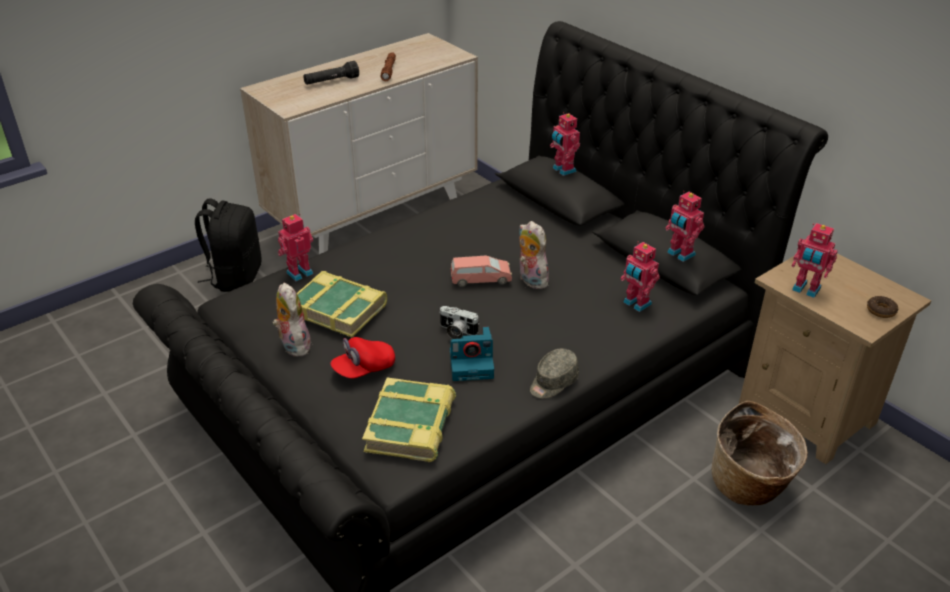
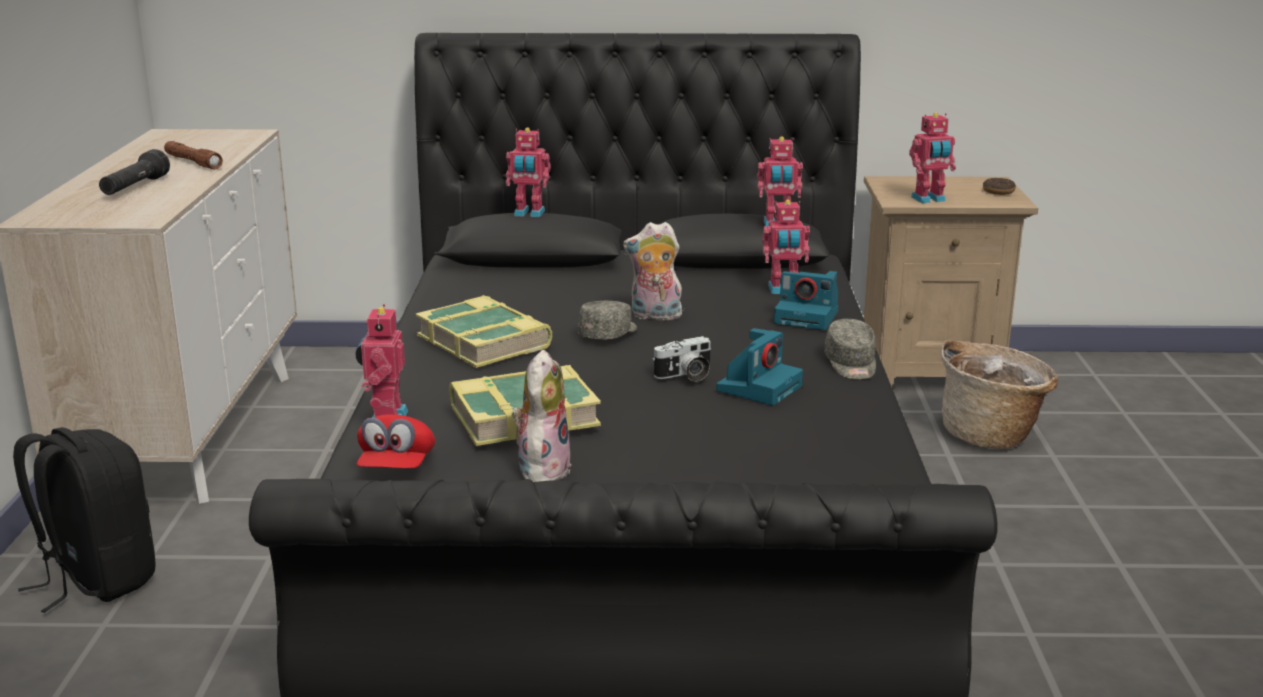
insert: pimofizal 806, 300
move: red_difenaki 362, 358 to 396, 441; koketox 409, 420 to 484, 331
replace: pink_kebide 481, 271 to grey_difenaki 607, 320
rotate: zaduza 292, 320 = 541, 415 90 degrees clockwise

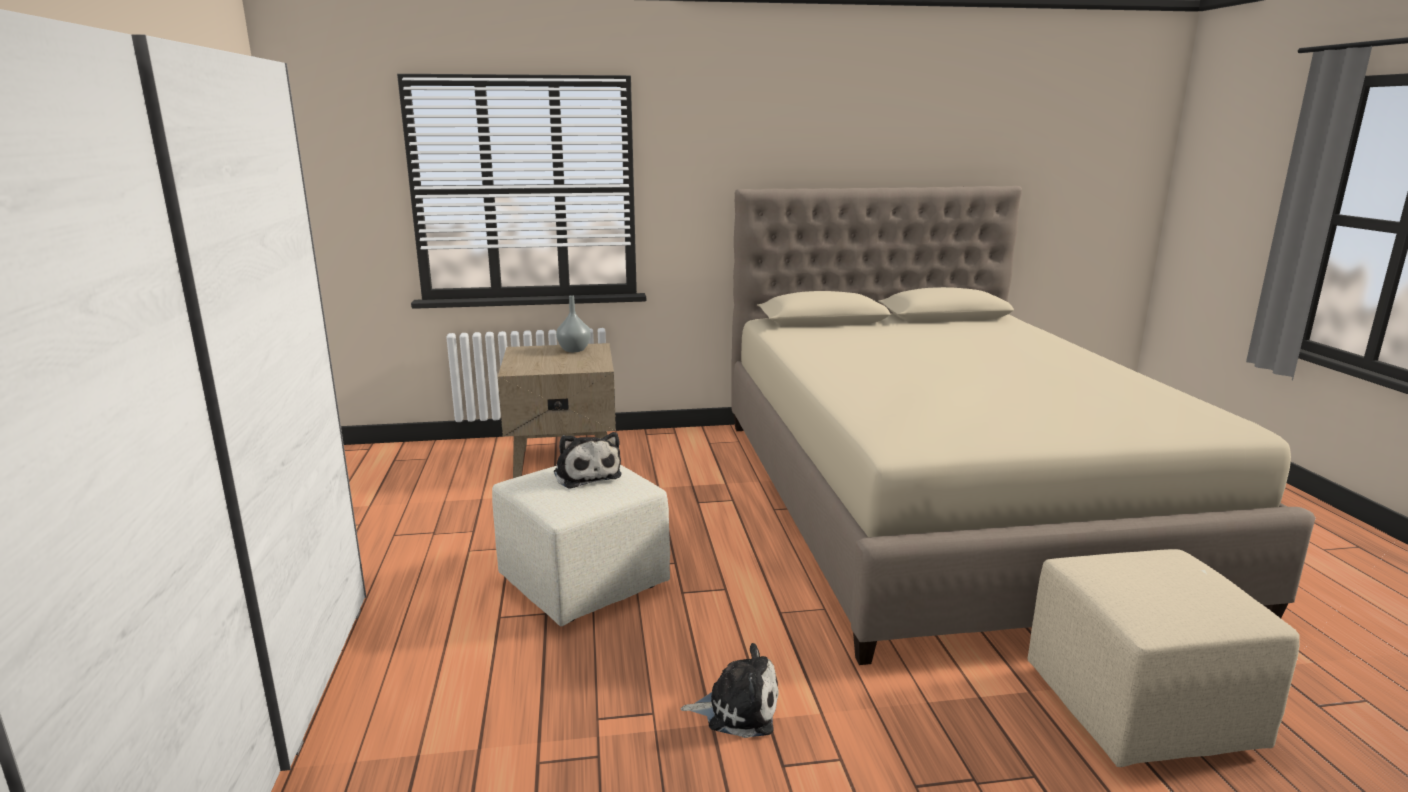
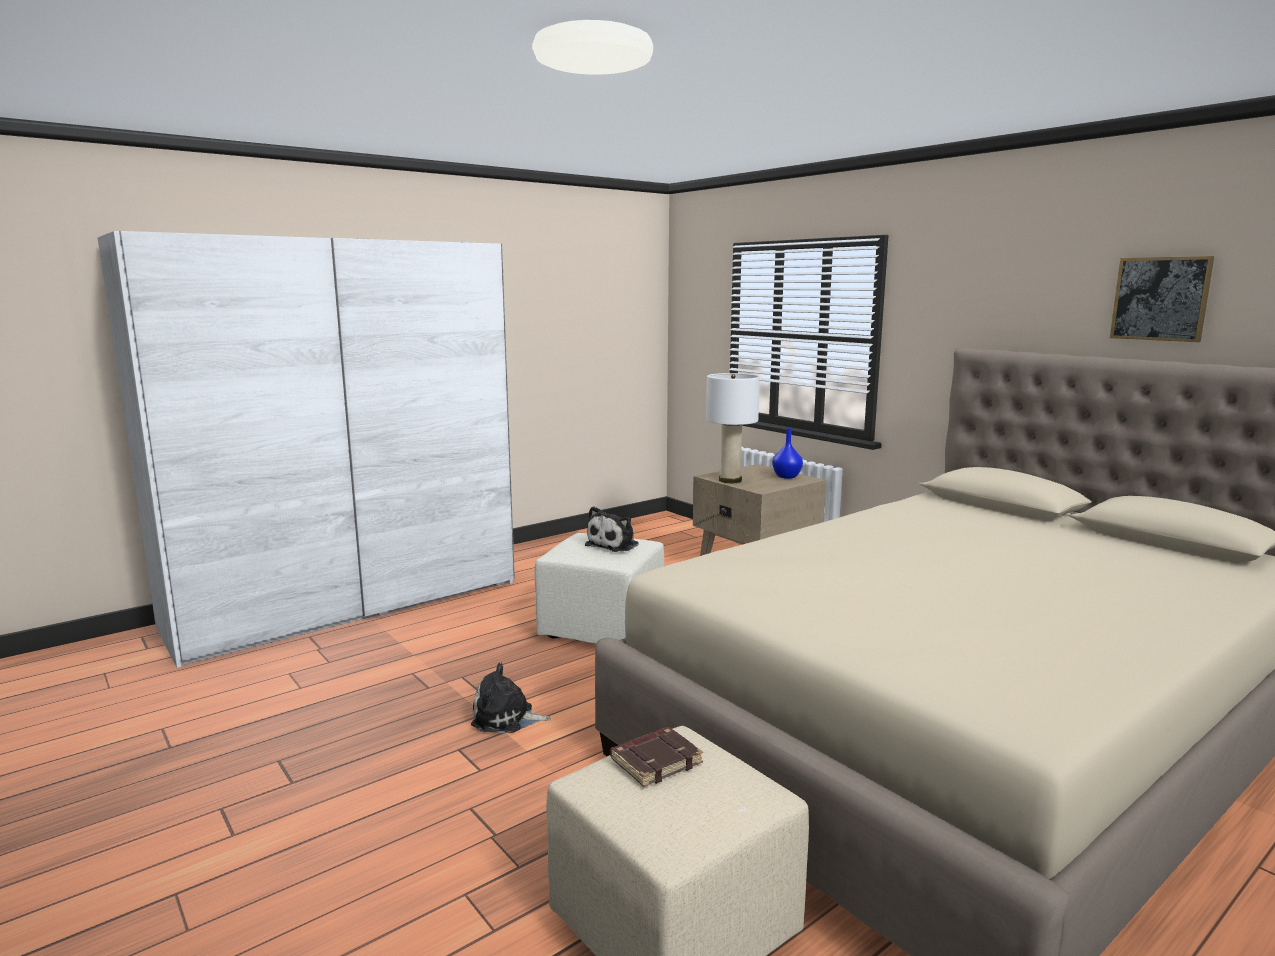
insert: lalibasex 1162, 299; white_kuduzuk 733, 428; brown_koketox 656, 757
recolor: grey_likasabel 573, 323 to blue_likasabel 787, 453
rotate: zaduza 729, 690 = 511, 698 120 degrees clockwise

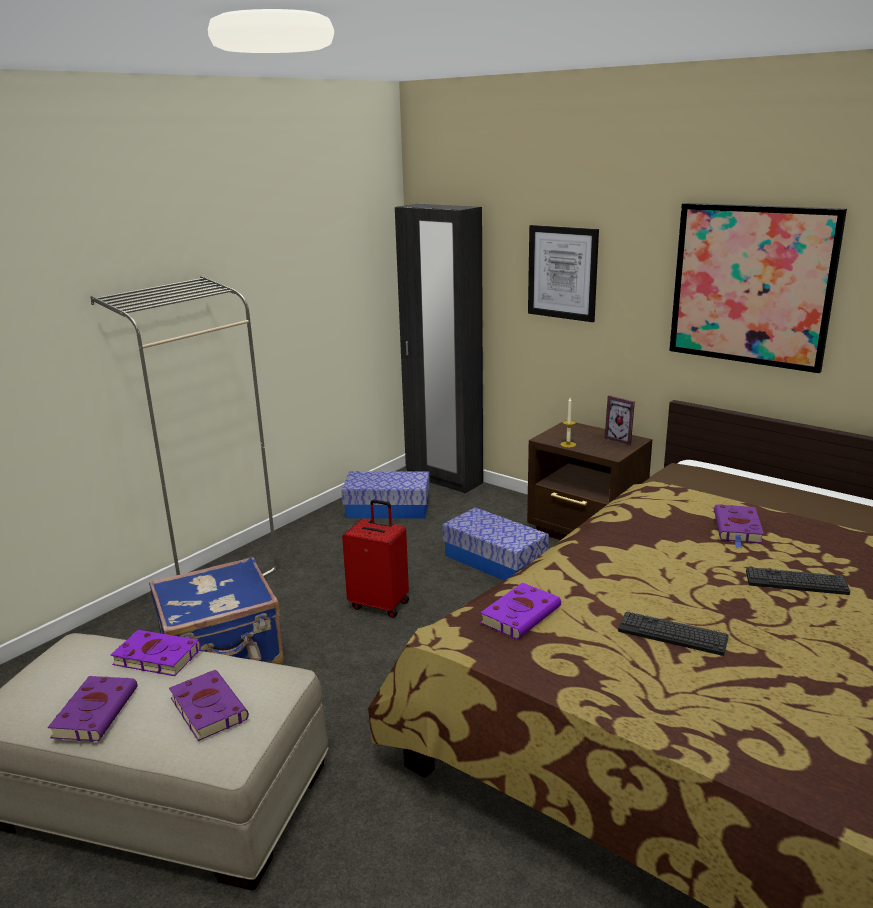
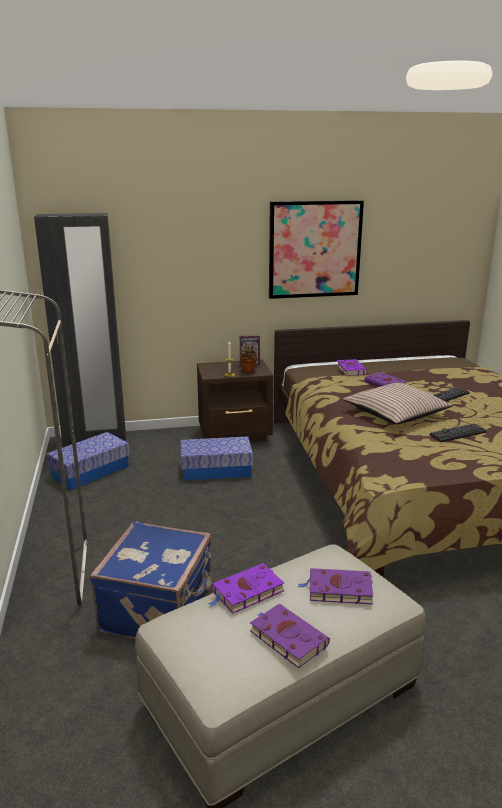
delete: lalibasex 563, 273; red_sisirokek 375, 559
insert: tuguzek 248, 356; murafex 398, 403
move: purple_koketox 520, 611 to 352, 367

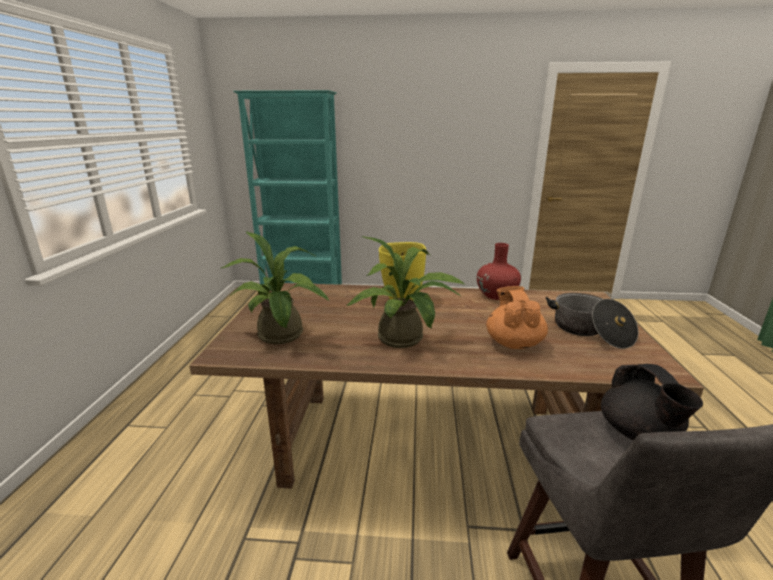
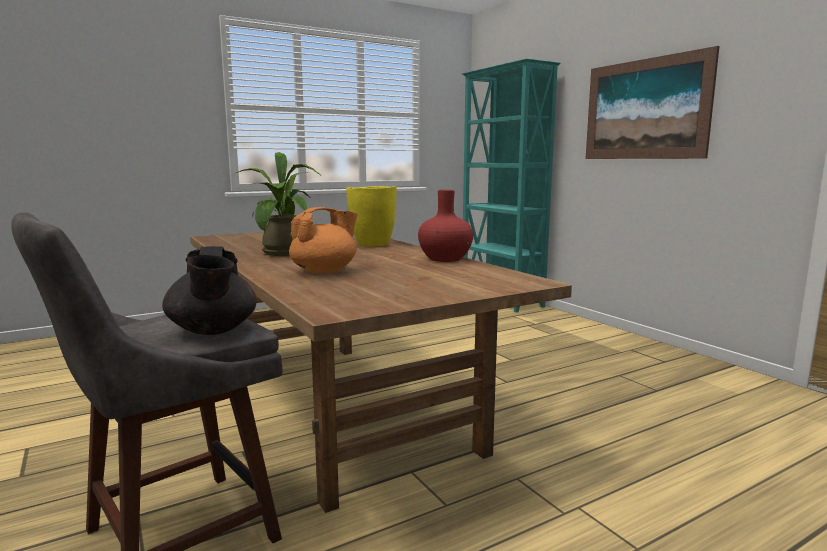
delete: tuguzek 275, 287; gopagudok 592, 321
insert: lalibasex 653, 102
rotate: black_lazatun 652, 402 = 209, 290 60 degrees counterclockwise

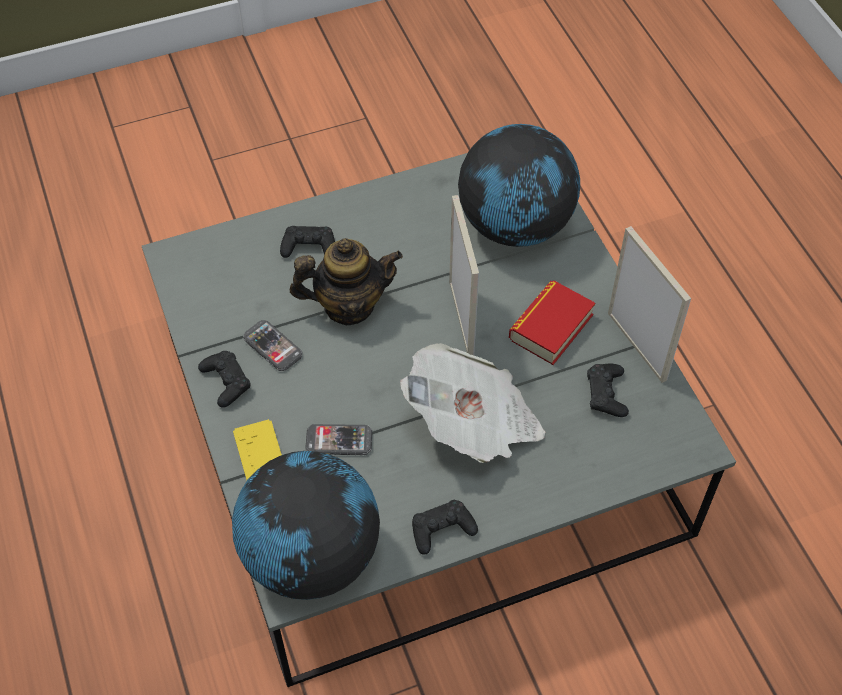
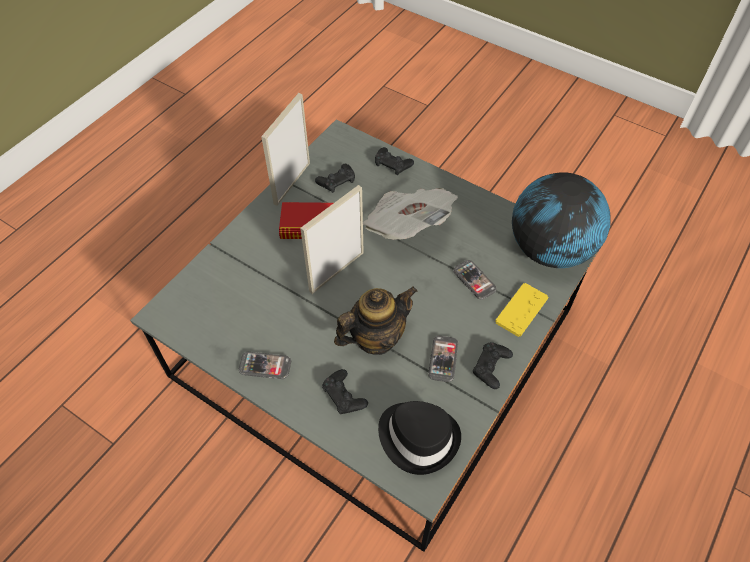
delete: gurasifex 519, 185
insert: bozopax 265, 365; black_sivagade 419, 438
move: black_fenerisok 445, 527 to 394, 161
rotate: lazatun 346, 281 = 375, 320 105 degrees clockwise

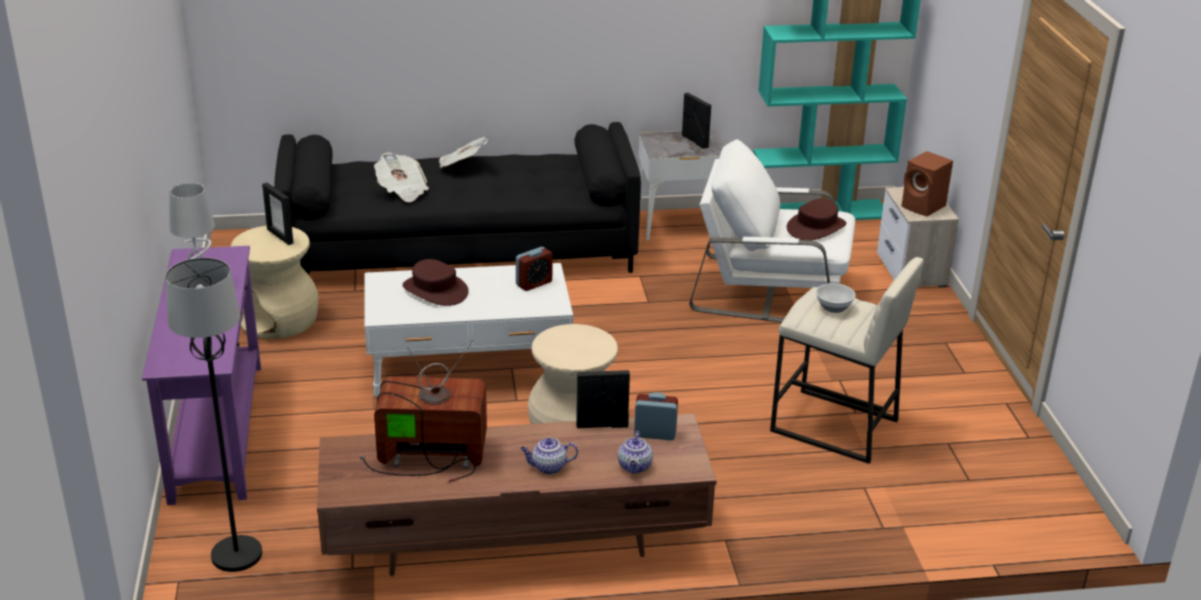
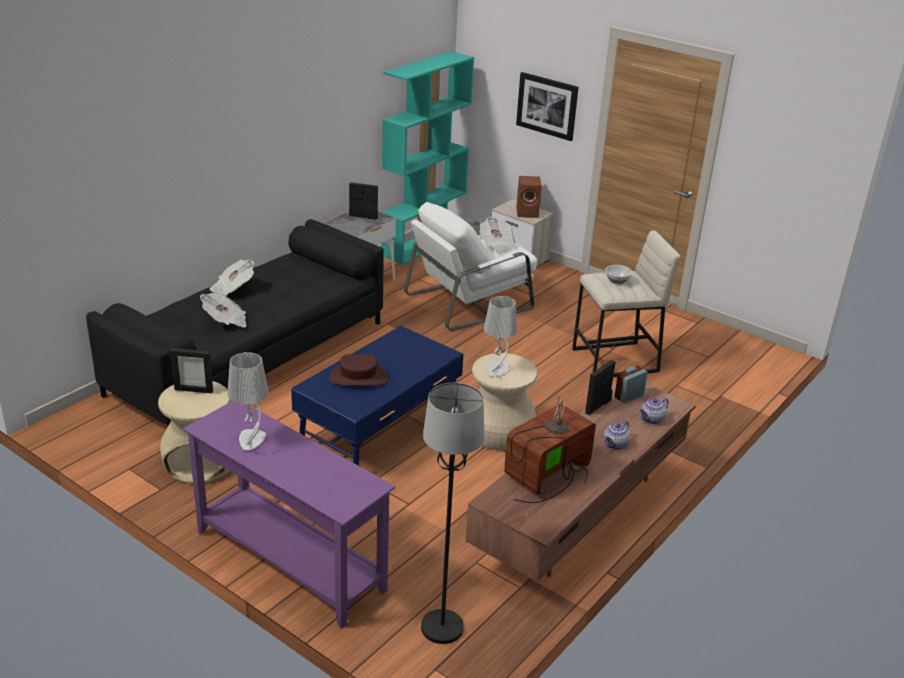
delete: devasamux 534, 269
insert: lalibasex 547, 106; grey_kuduzuk 500, 336
replace: brown_sivagade 816, 219 to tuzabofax 498, 235
recolor: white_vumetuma 469, 330 to blue_vumetuma 377, 396
rotate: lazatun 635, 452 = 654, 411 90 degrees clockwise

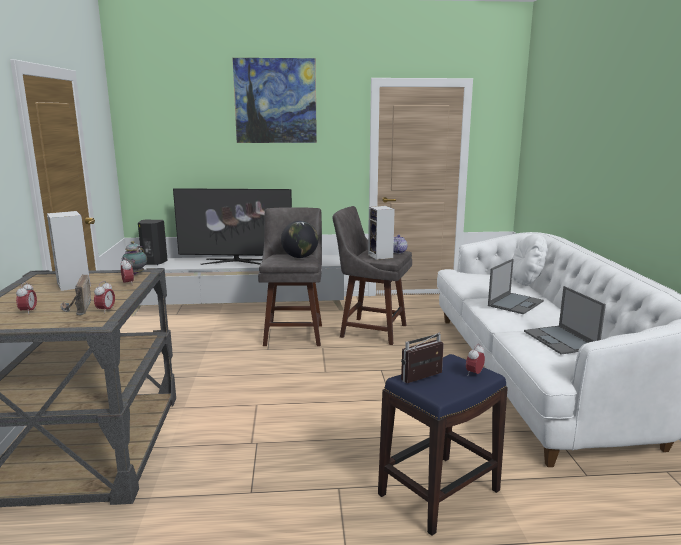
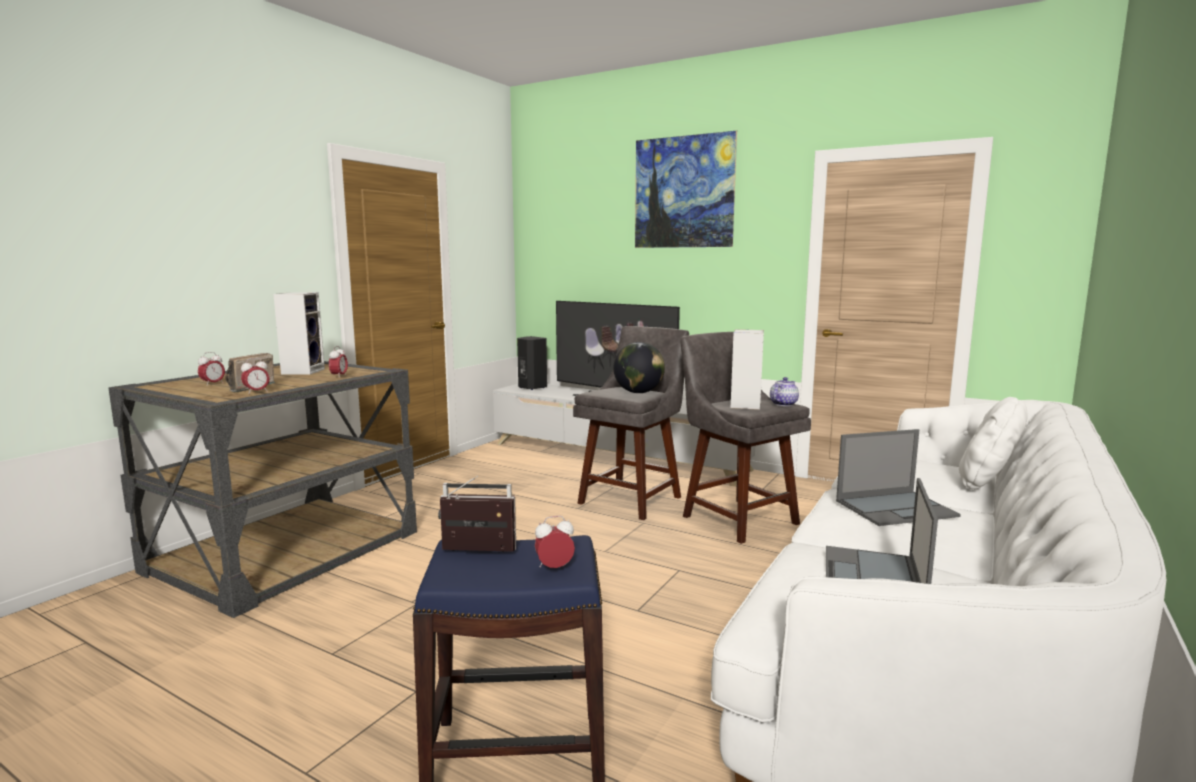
delete: lazatun 134, 258

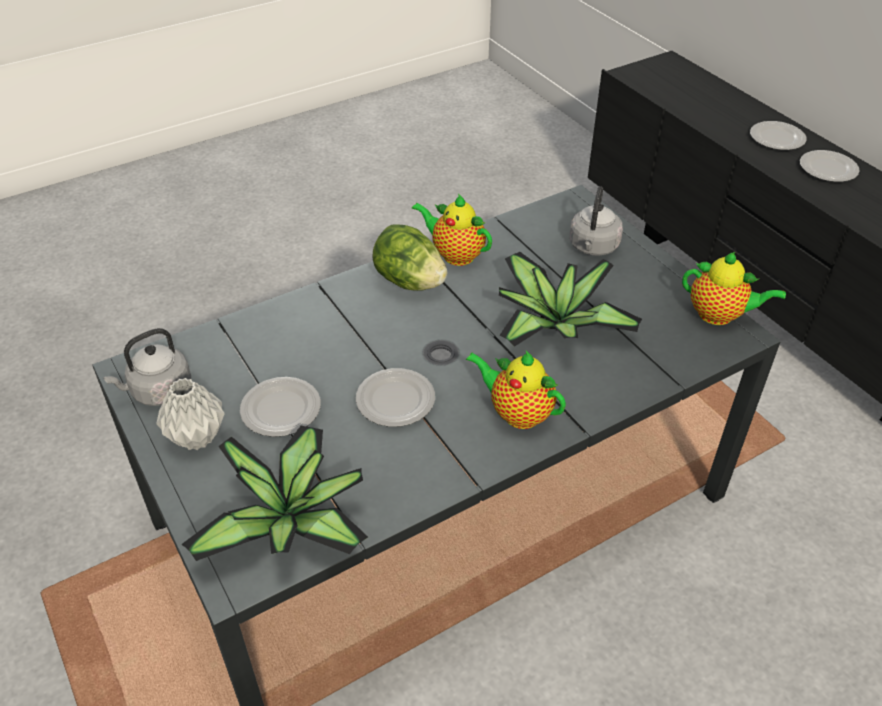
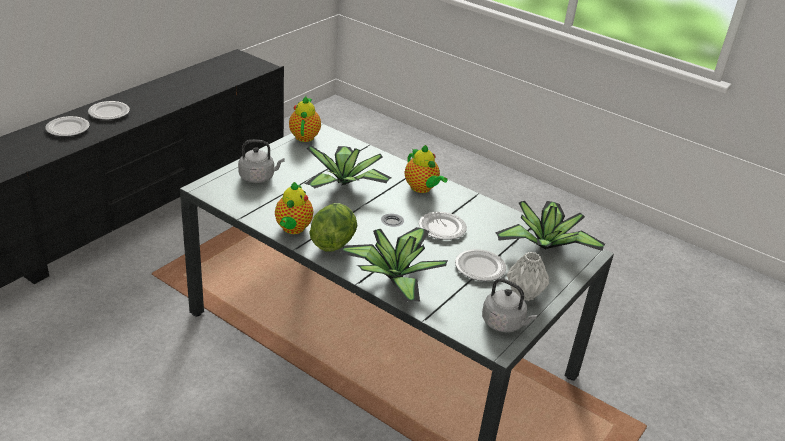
insert: tuguzek 394, 264
rotate: lazatun 516, 390 = 426, 169 45 degrees counterclockwise

